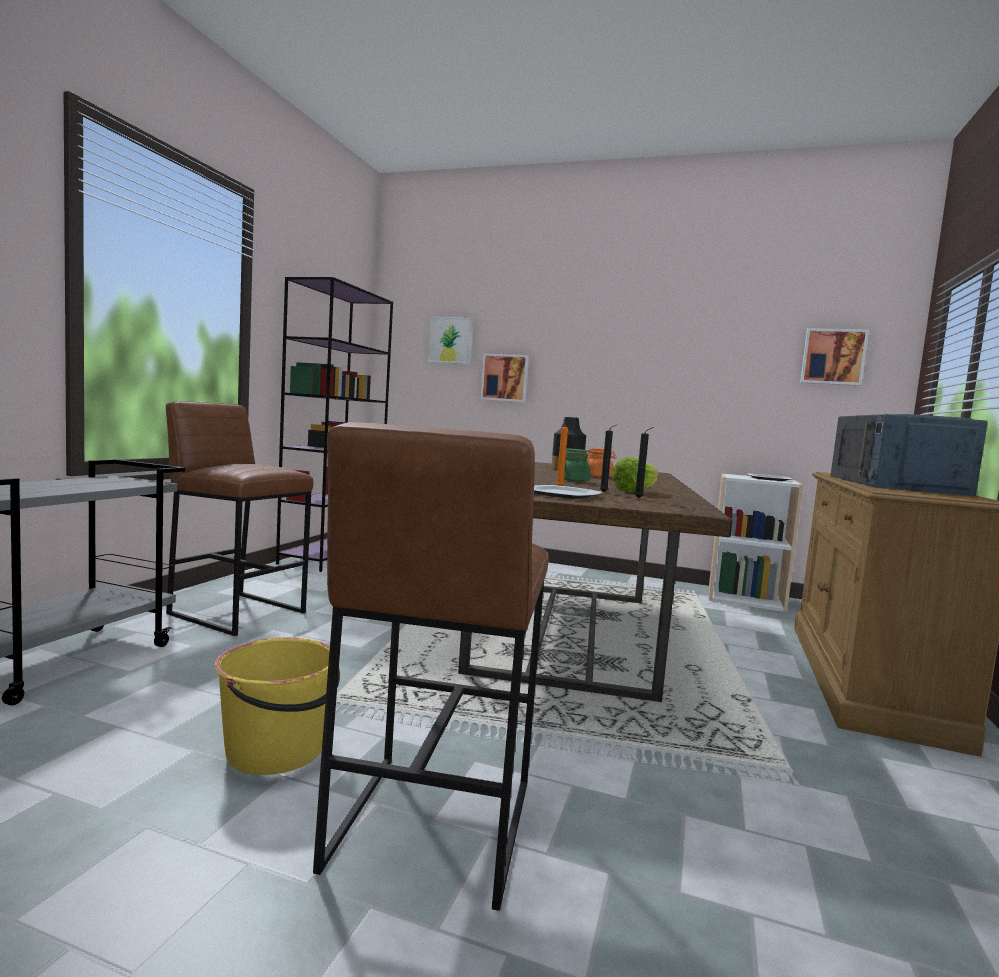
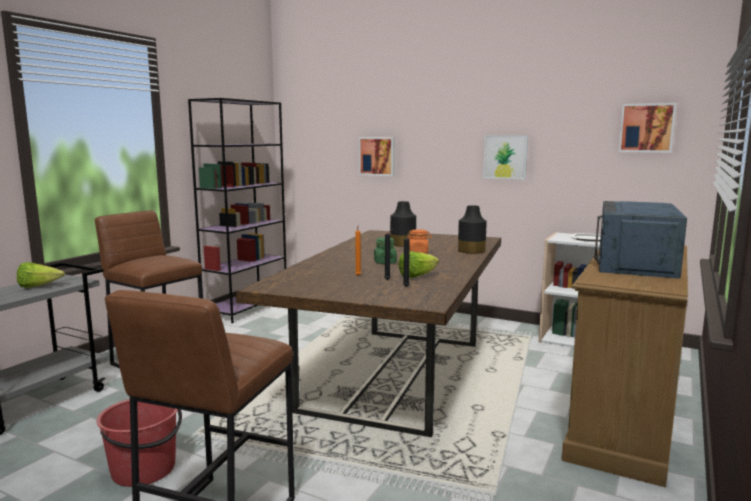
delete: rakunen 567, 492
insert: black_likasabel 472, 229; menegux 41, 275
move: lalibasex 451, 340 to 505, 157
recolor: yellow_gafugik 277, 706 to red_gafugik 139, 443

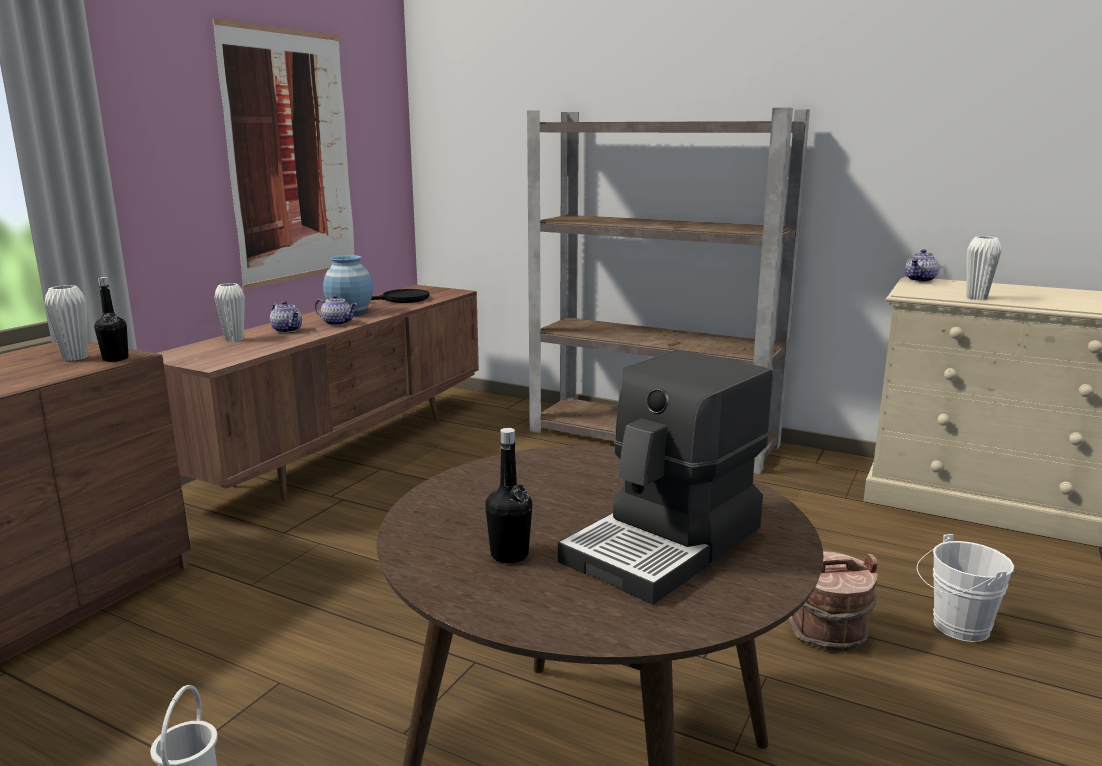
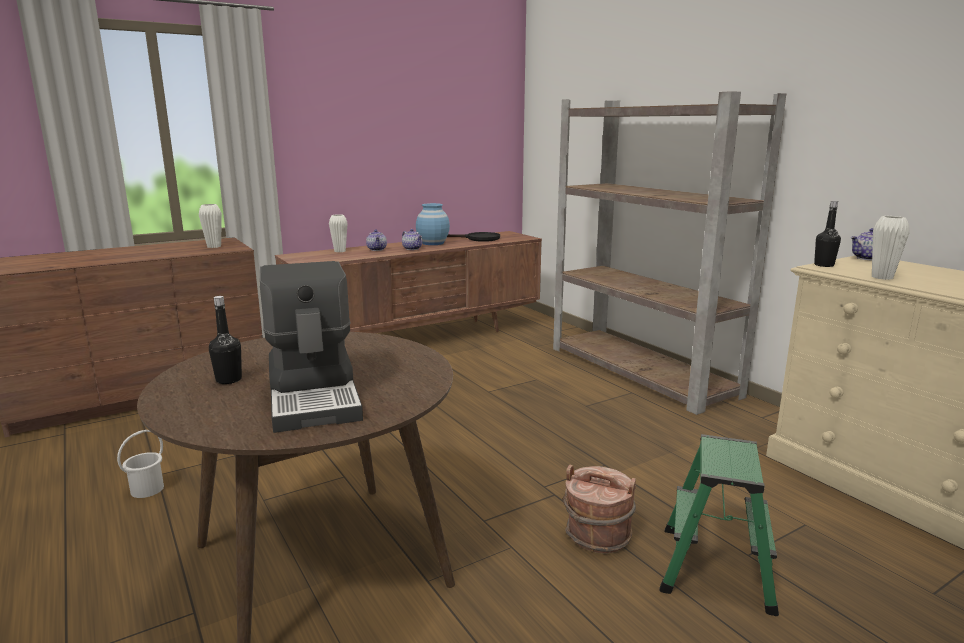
delete: lalibasex 283, 154
move: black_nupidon 111, 319 to 827, 234
replace: white_gafugik 965, 588 to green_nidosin 719, 525
rotate: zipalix 665, 477 = 311, 347 90 degrees counterclockwise

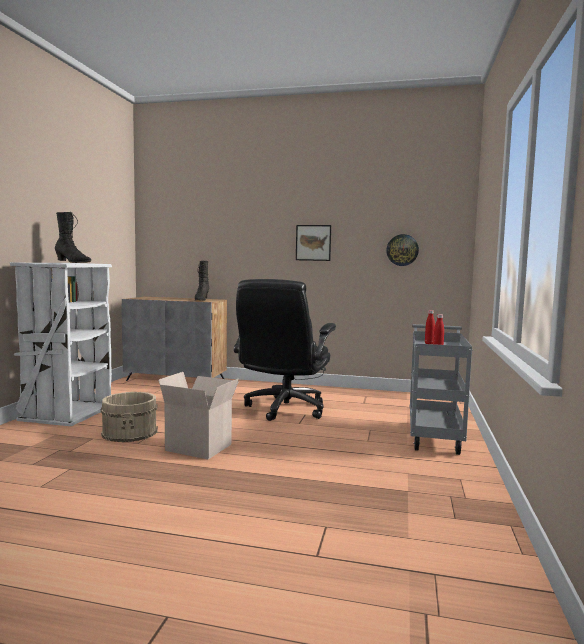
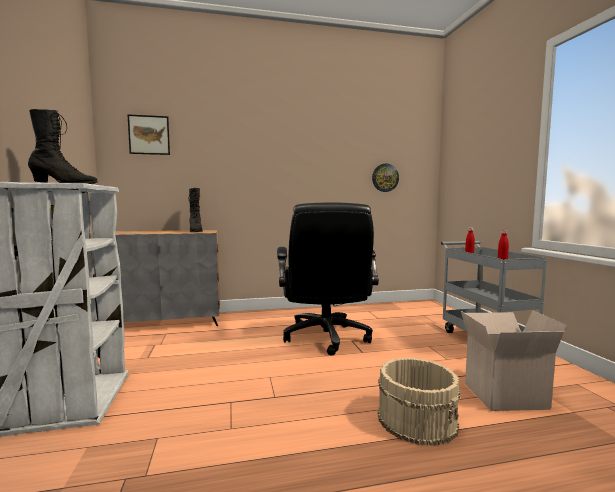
move: lalibasex 313, 243 to 148, 134; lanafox 198, 415 to 514, 360; beige_gafugik 129, 417 to 419, 402

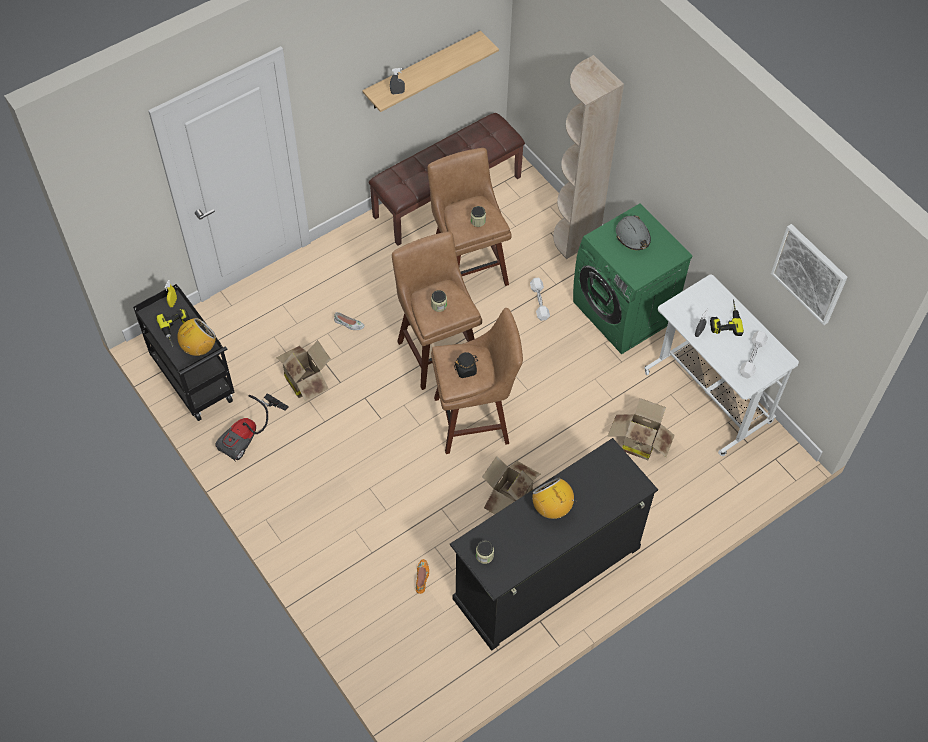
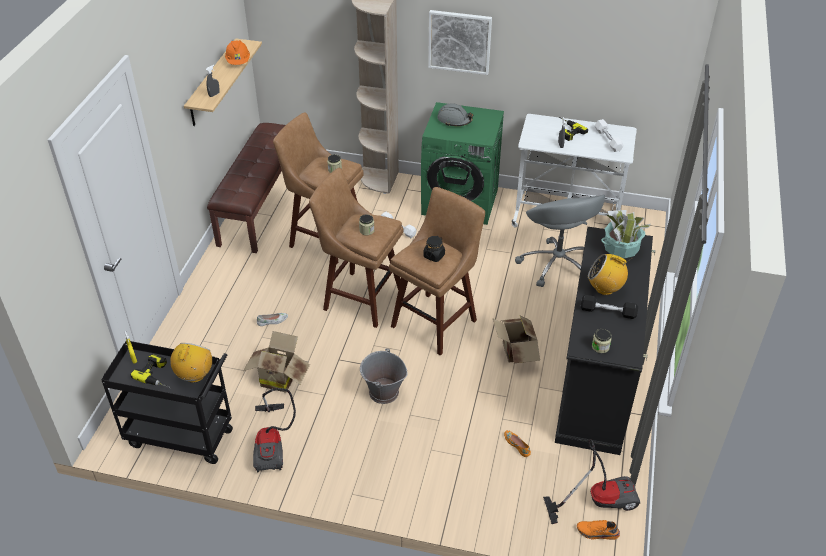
insert: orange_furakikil 237, 52; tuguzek 626, 234; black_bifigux 609, 307; grey_gafugik 384, 376; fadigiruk 591, 481; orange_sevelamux 598, 530
move: lalibasex 809, 274 to 460, 42
replace: lanafox 641, 429 to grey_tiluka 560, 240

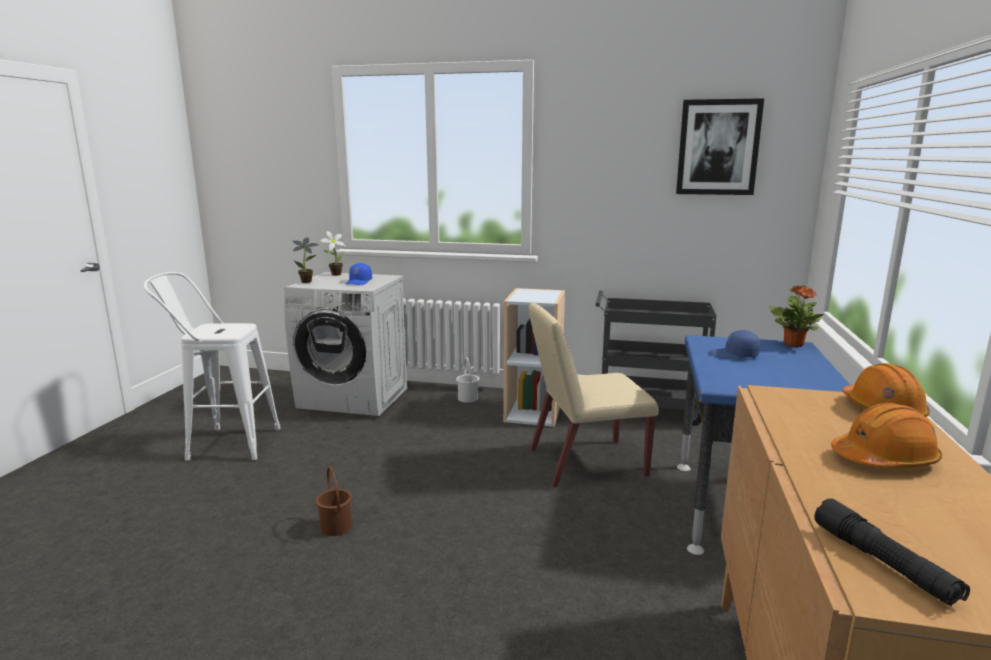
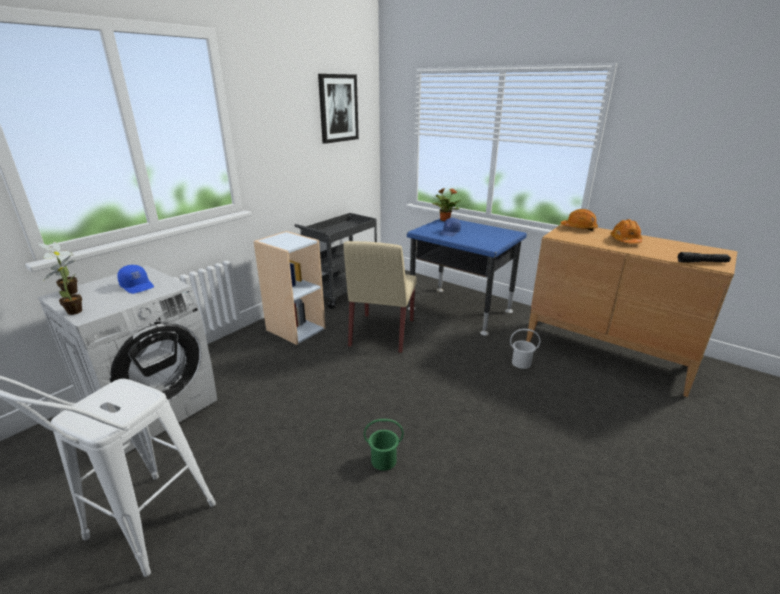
move: white_gafugik 468, 380 to 525, 349
recolor: brown_gafugik 333, 501 to green_gafugik 384, 445

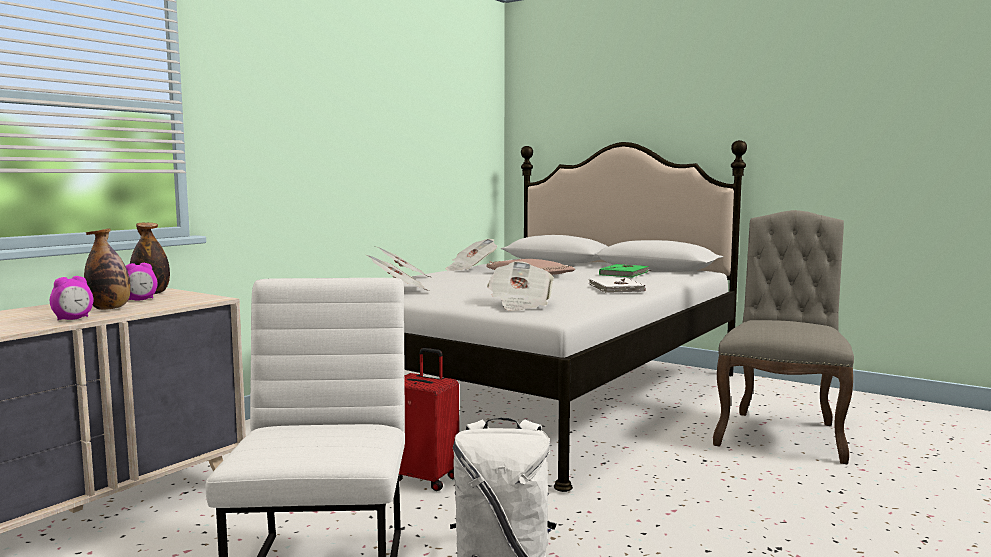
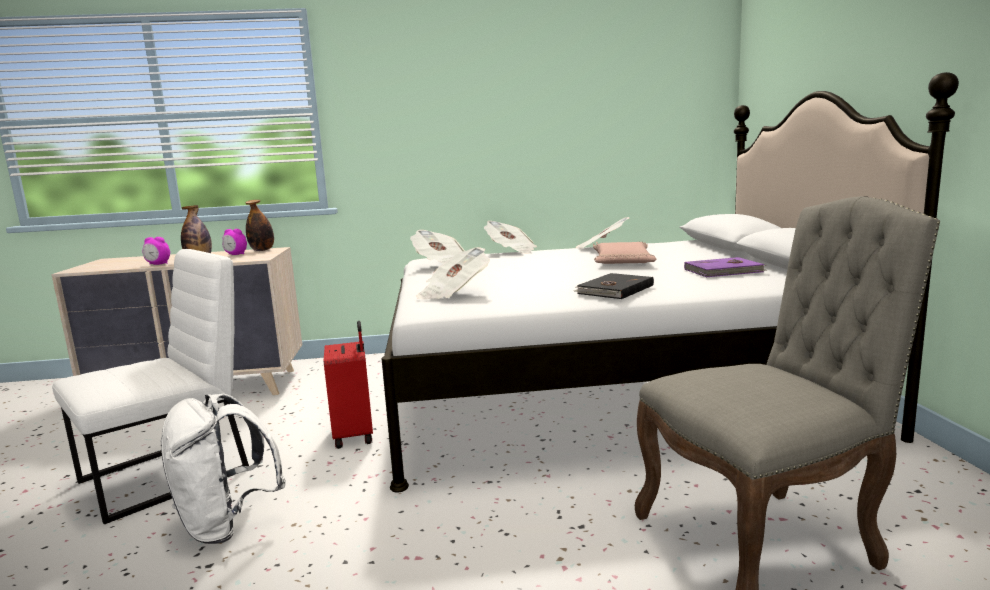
recolor: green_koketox 625, 271 to purple_koketox 725, 267; white_koketox 617, 285 to black_koketox 614, 286

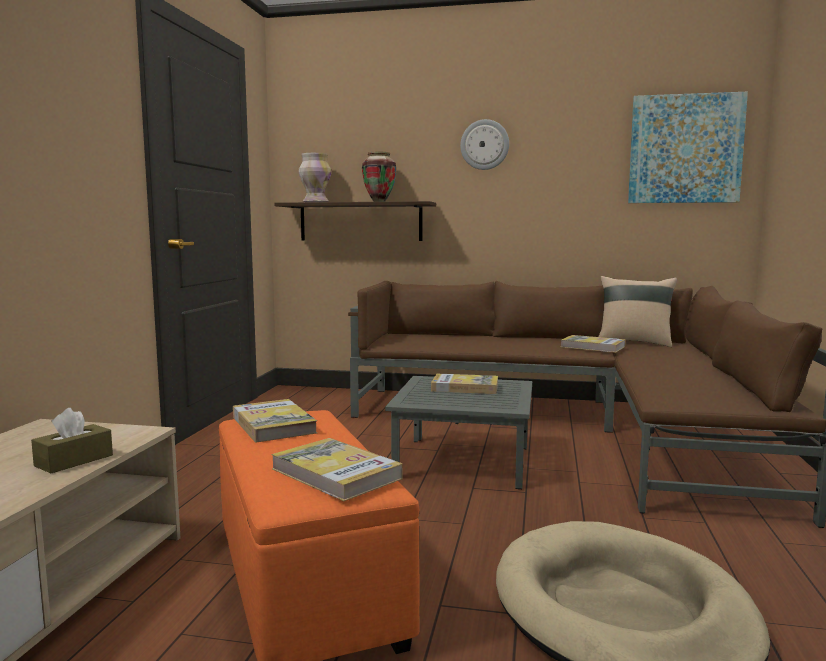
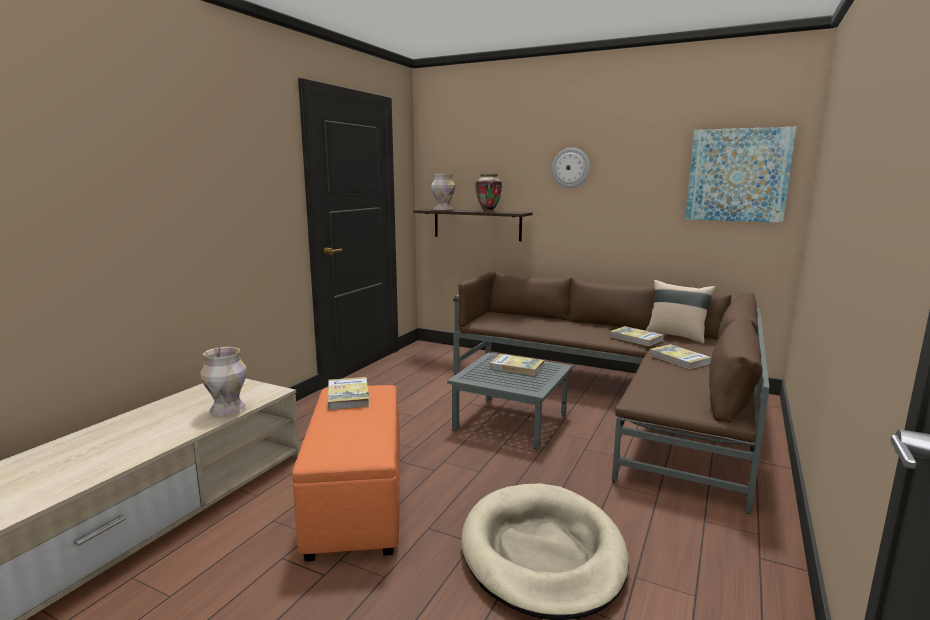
move: koketox 336, 469 to 680, 356
replace: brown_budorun 72, 440 to likasabel 223, 381

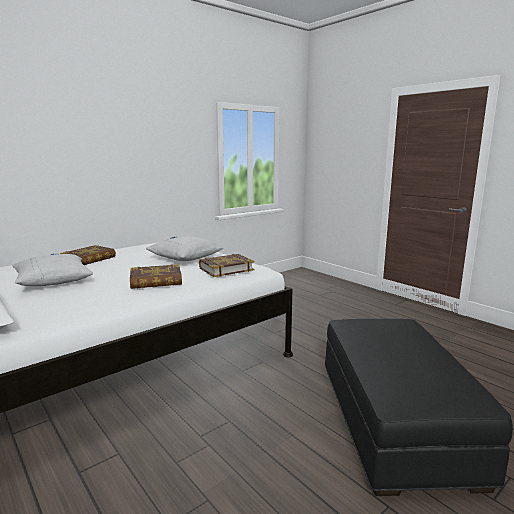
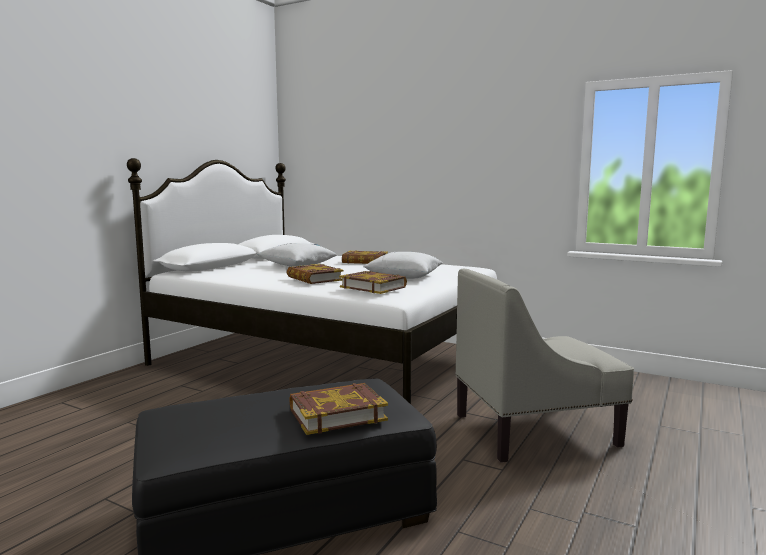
insert: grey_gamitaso 545, 366; koketox 338, 409

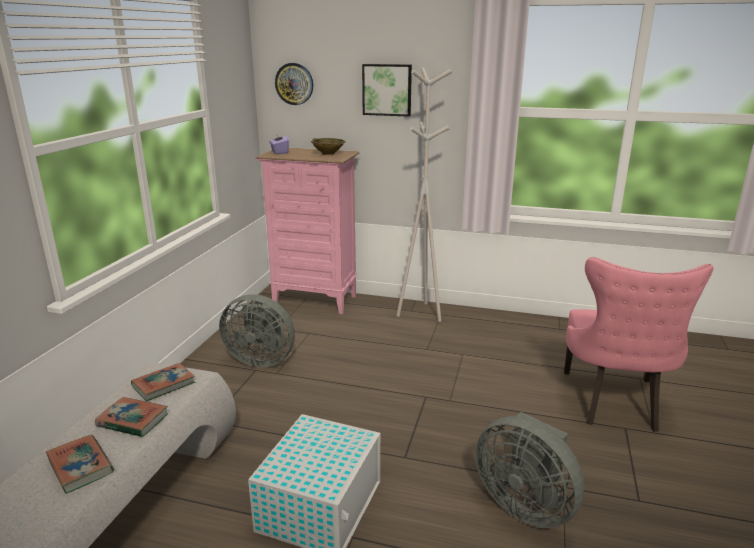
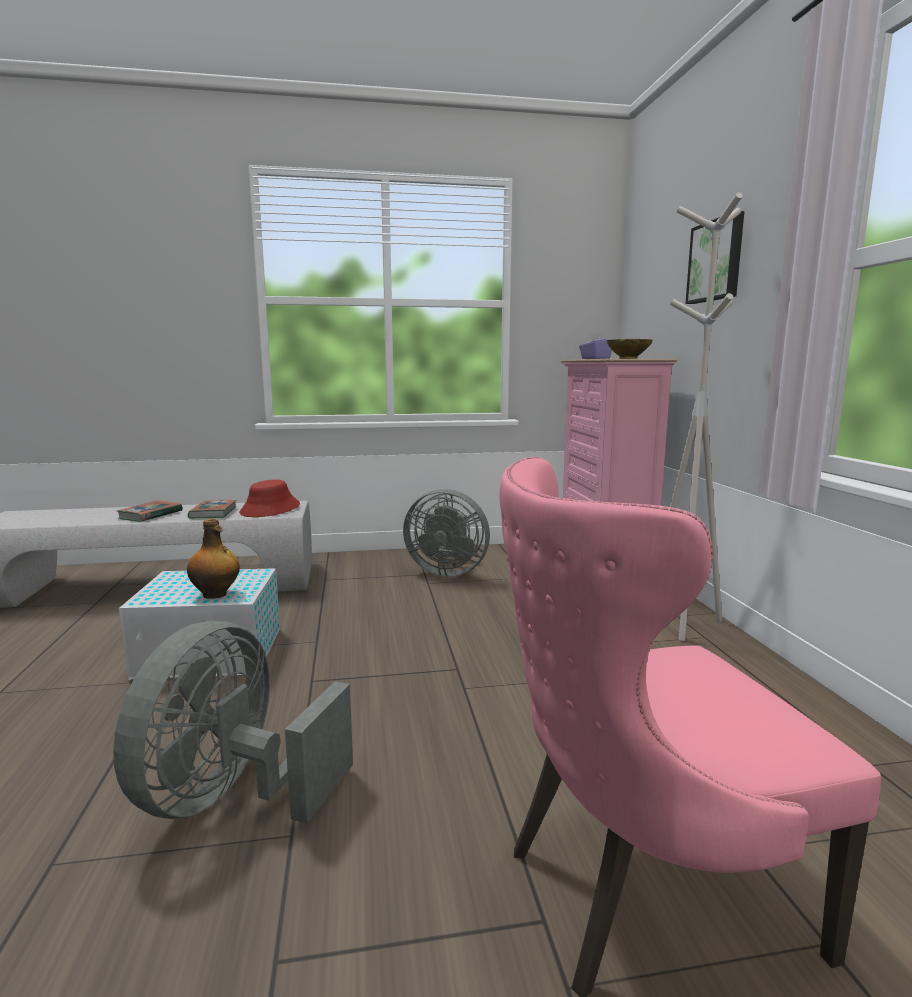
delete: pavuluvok 294, 84
insert: nupidon 213, 558
replace: koketox 163, 382 to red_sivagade 269, 498
rotate: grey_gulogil 257, 331 = 446, 533 60 degrees counterclockwise

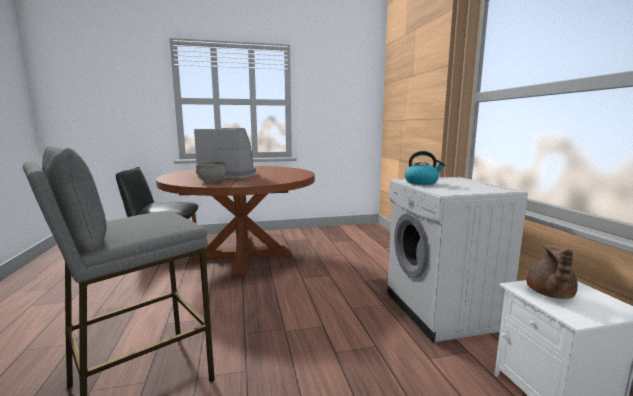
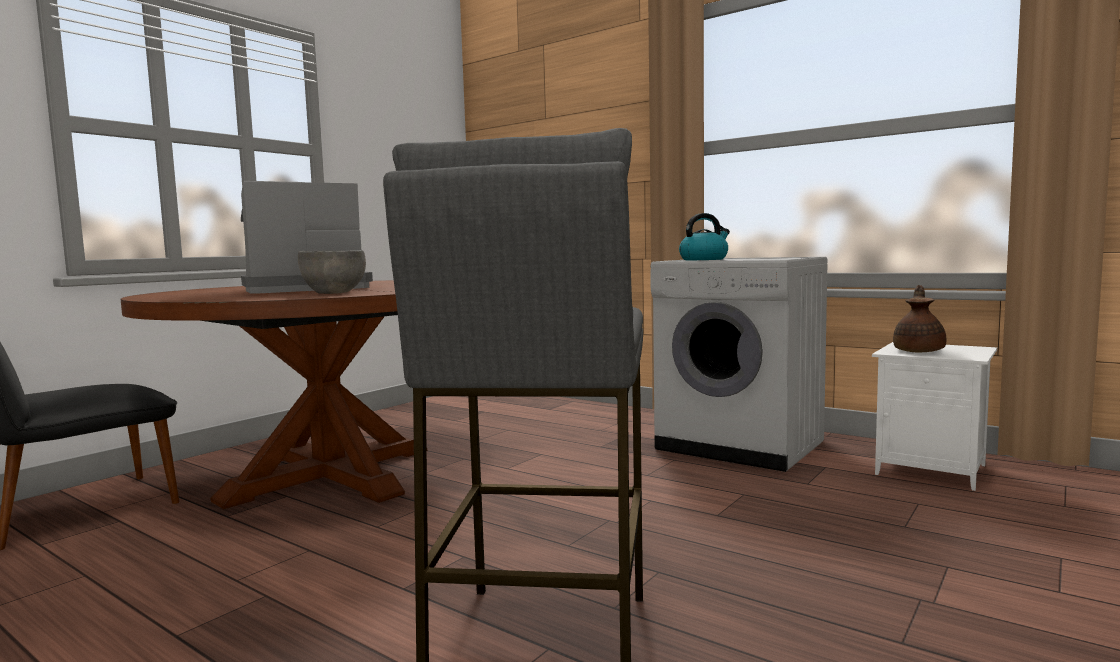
rotate: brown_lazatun 552, 272 = 919, 318 135 degrees counterclockwise

